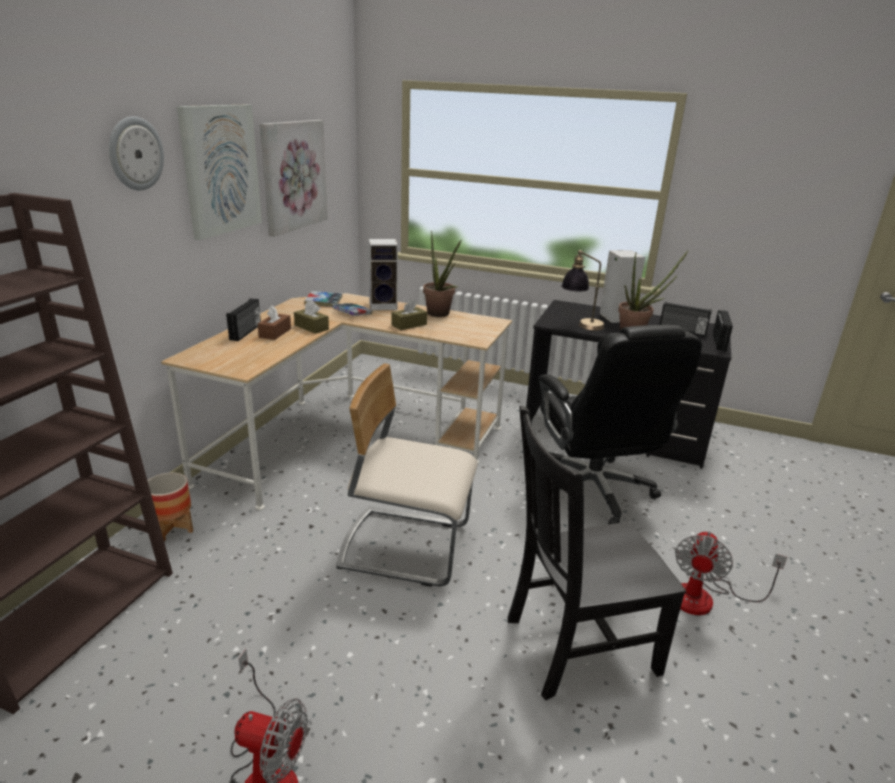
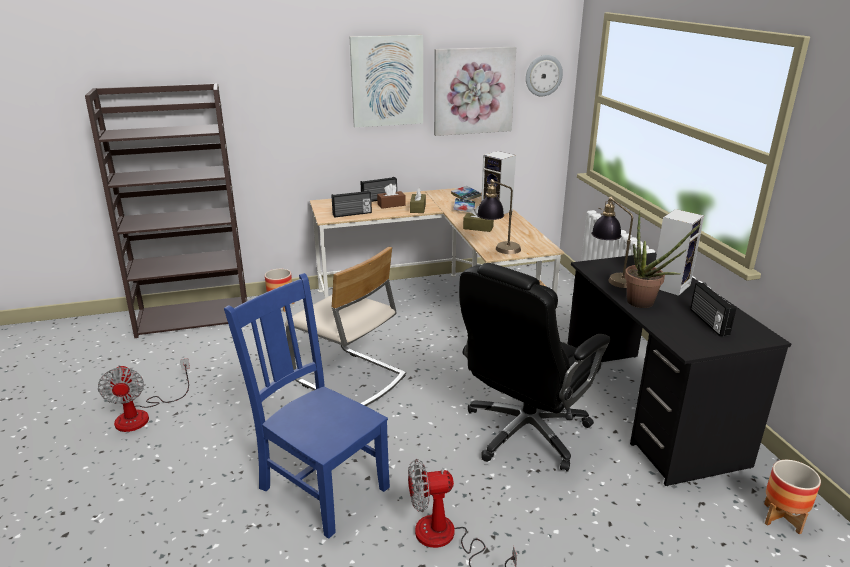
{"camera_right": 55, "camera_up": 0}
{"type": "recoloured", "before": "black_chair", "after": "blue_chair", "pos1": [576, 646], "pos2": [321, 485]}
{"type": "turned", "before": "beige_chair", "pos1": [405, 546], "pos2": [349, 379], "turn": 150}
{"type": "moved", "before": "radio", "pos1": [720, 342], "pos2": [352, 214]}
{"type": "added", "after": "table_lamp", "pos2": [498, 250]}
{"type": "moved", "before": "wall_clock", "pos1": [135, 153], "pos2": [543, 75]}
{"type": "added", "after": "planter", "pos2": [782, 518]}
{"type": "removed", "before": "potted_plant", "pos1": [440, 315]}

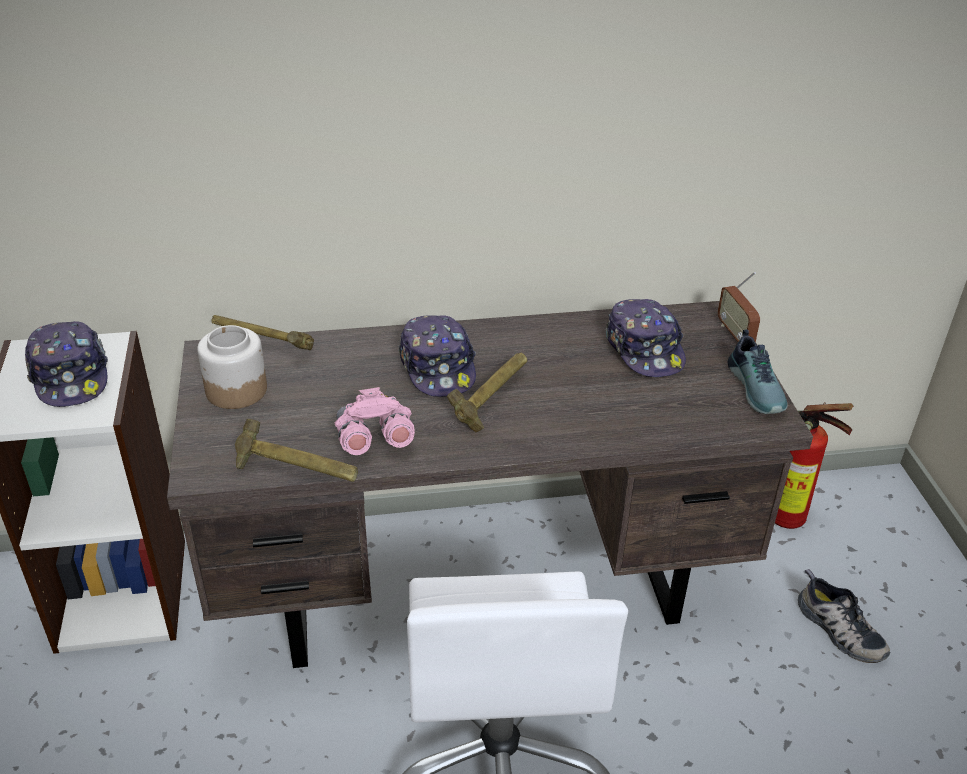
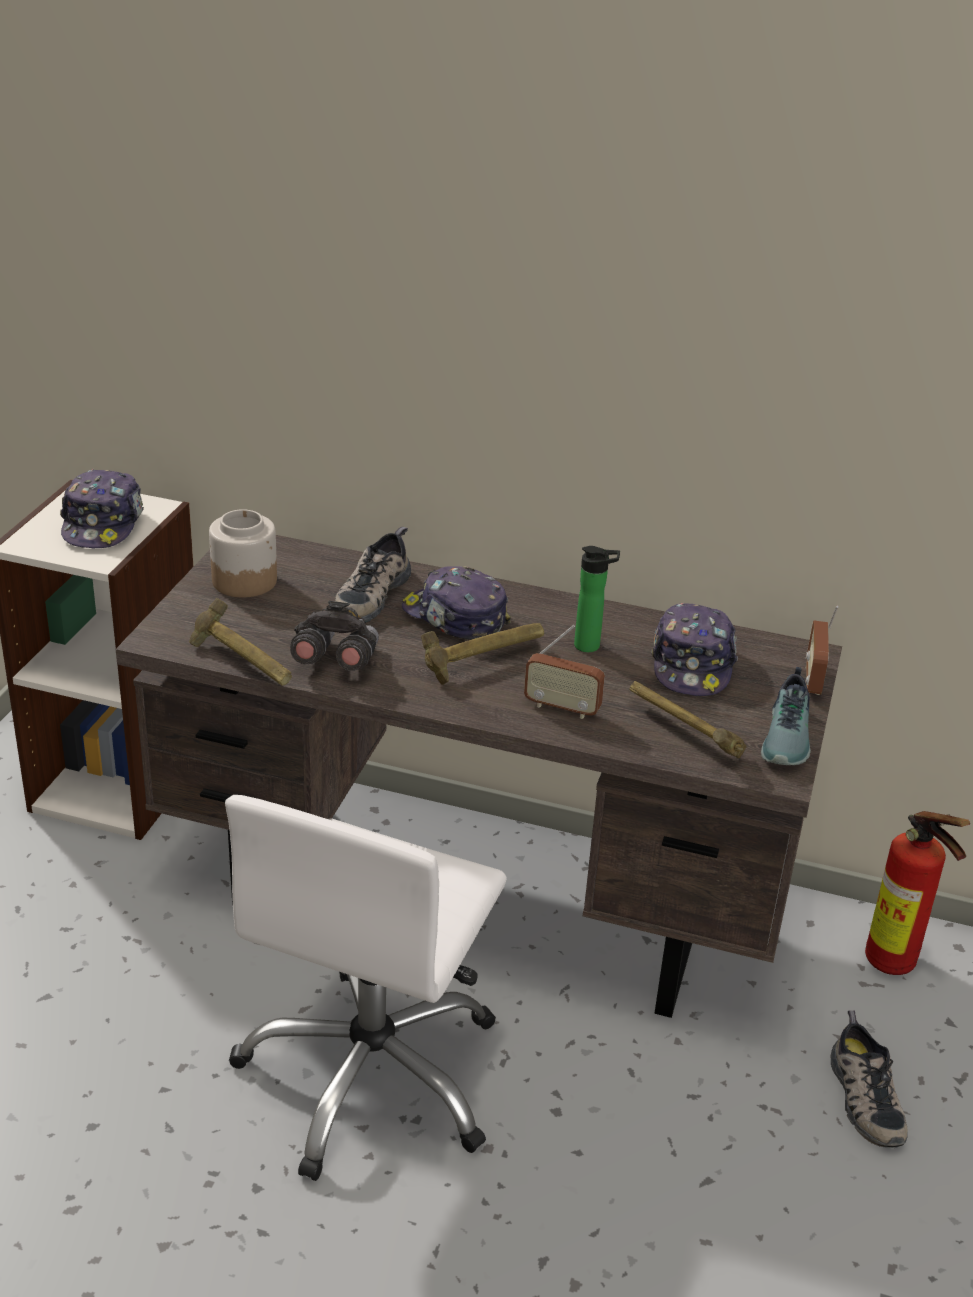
{"camera_right": 25, "camera_up": -5}
{"type": "recoloured", "before": "pink_binoculars", "after": "grey_binoculars", "pos1": [373, 441], "pos2": [335, 661]}
{"type": "added", "after": "shoe", "pos2": [370, 593]}
{"type": "turned", "before": "cap", "pos1": [438, 367], "pos2": [454, 617], "turn": 120}
{"type": "added", "after": "radio", "pos2": [562, 708]}
{"type": "added", "after": "bottle", "pos2": [591, 646]}
{"type": "moved", "before": "hammer", "pos1": [263, 344], "pos2": [683, 734]}

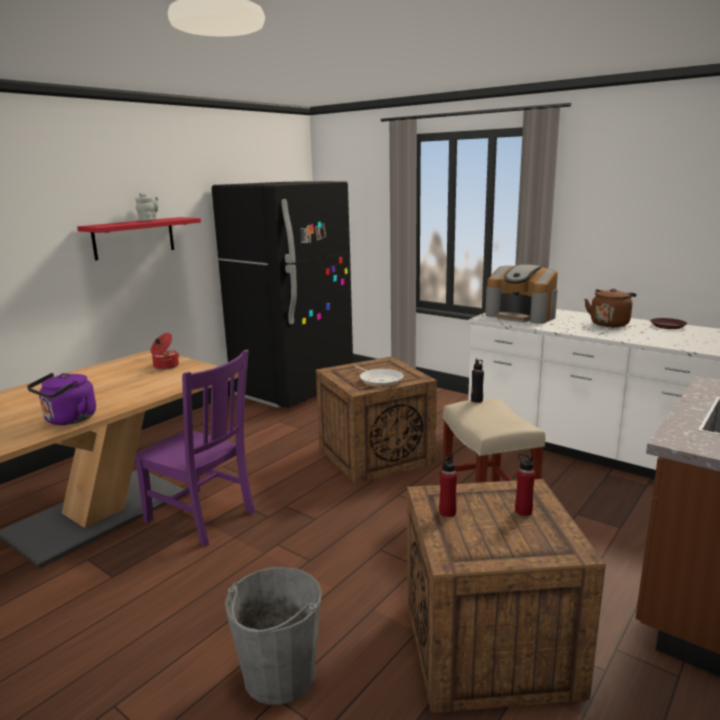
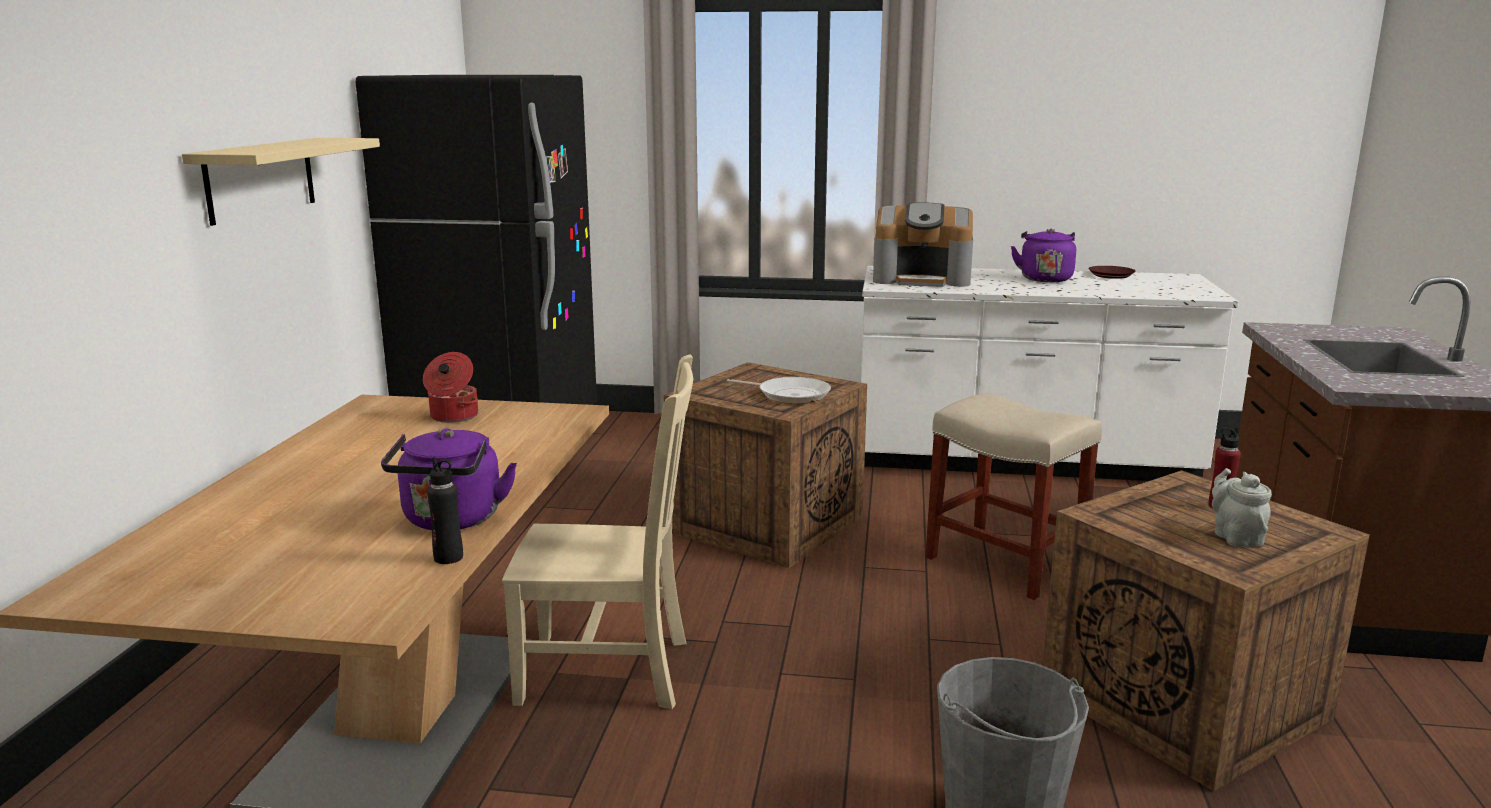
{"camera_right": -30, "camera_up": 0}
{"type": "recoloured", "before": "red_shelf", "after": "beige_shelf", "pos1": [134, 238], "pos2": [261, 179]}
{"type": "moved", "before": "black_bottle", "pos1": [476, 400], "pos2": [448, 558]}
{"type": "recoloured", "before": "purple_chair", "after": "beige_chair", "pos1": [202, 517], "pos2": [610, 671]}
{"type": "recoloured", "before": "brown_kettle", "after": "purple_kettle", "pos1": [609, 323], "pos2": [1045, 278]}
{"type": "moved", "before": "grey_teapot", "pos1": [149, 220], "pos2": [1235, 536]}
{"type": "removed", "before": "red_bottle", "pos1": [447, 512]}

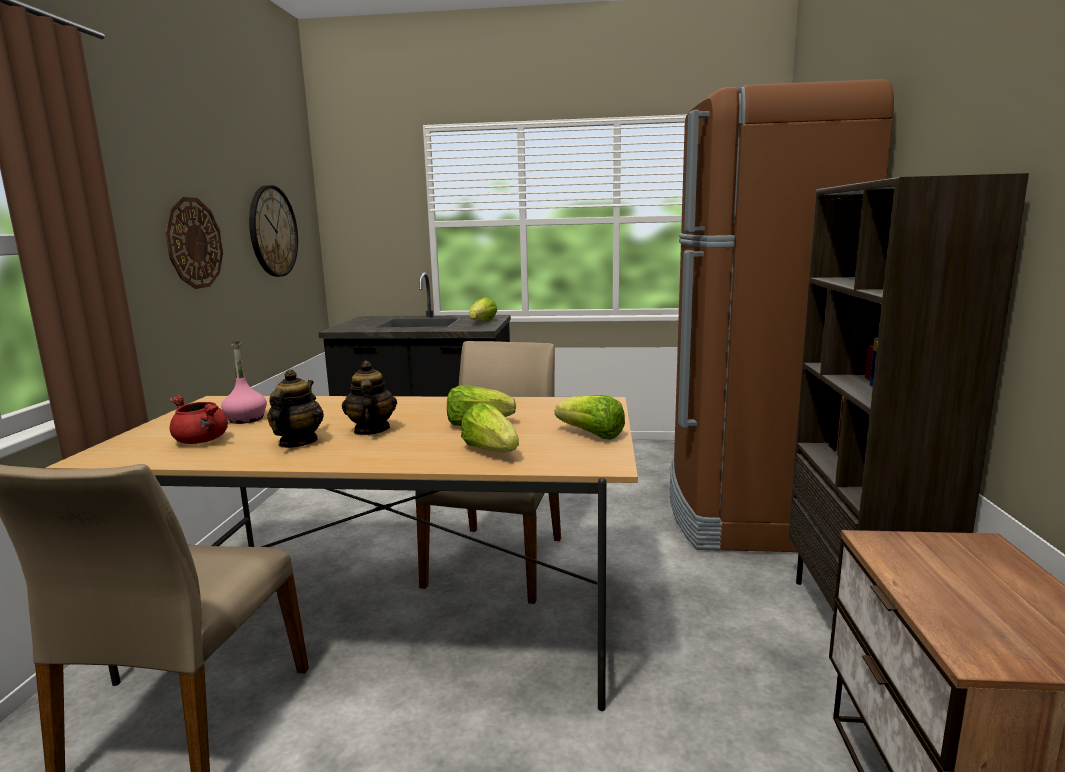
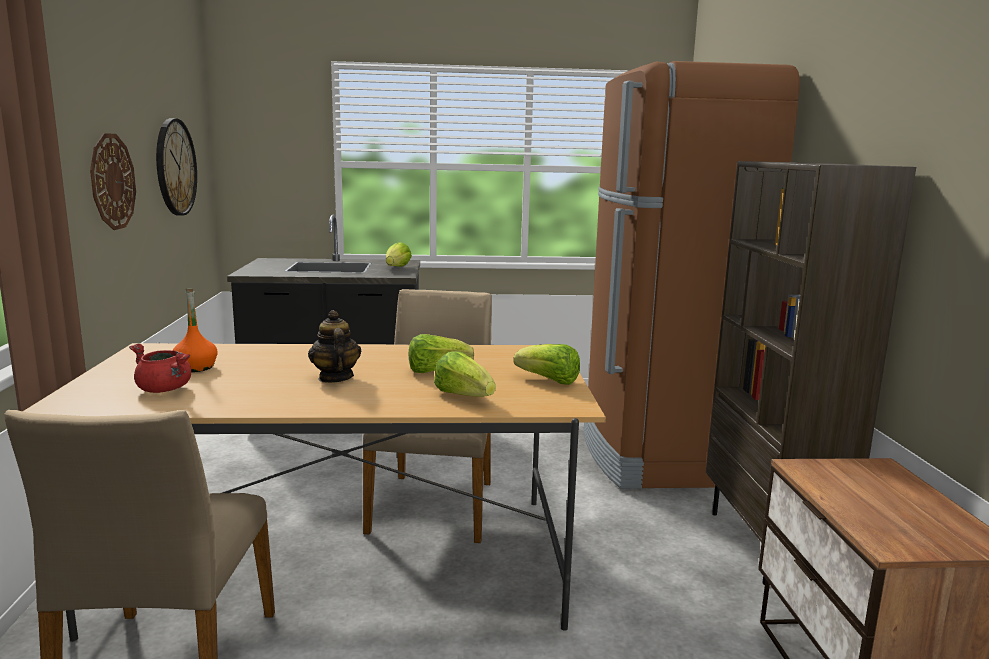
{"camera_right": -10, "camera_up": 0}
{"type": "recoloured", "before": "pink_bottle", "after": "orange_bottle", "pos1": [246, 419], "pos2": [196, 367]}
{"type": "removed", "before": "teapot", "pos1": [297, 443]}

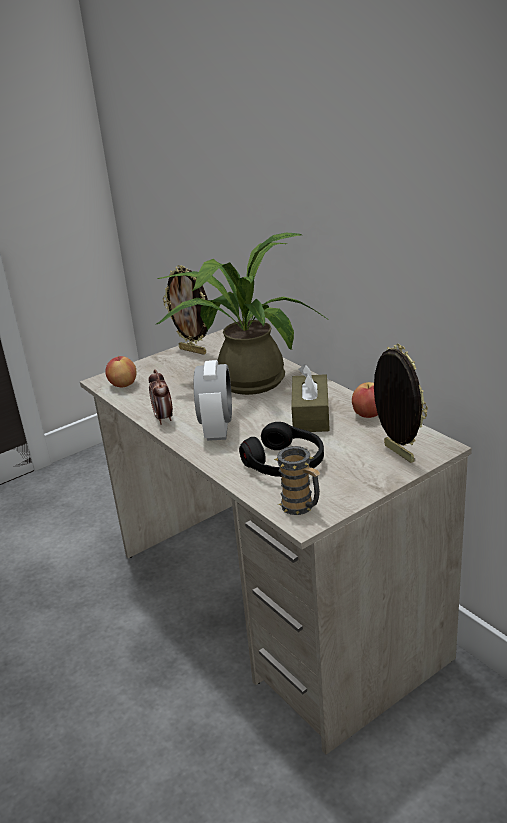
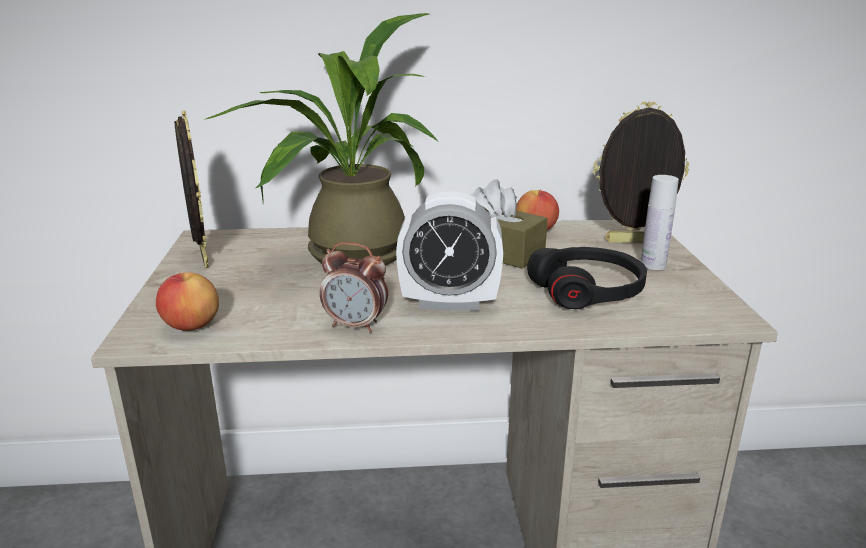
{"camera_right": -60, "camera_up": -5}
{"type": "turned", "before": "picture_frame", "pos1": [193, 351], "pos2": [201, 259], "turn": -90}
{"type": "turned", "before": "alarm_clock", "pos1": [217, 430], "pos2": [449, 303], "turn": 150}
{"type": "added", "after": "white_bottle", "pos2": [653, 265]}
{"type": "removed", "before": "mug", "pos1": [301, 507]}

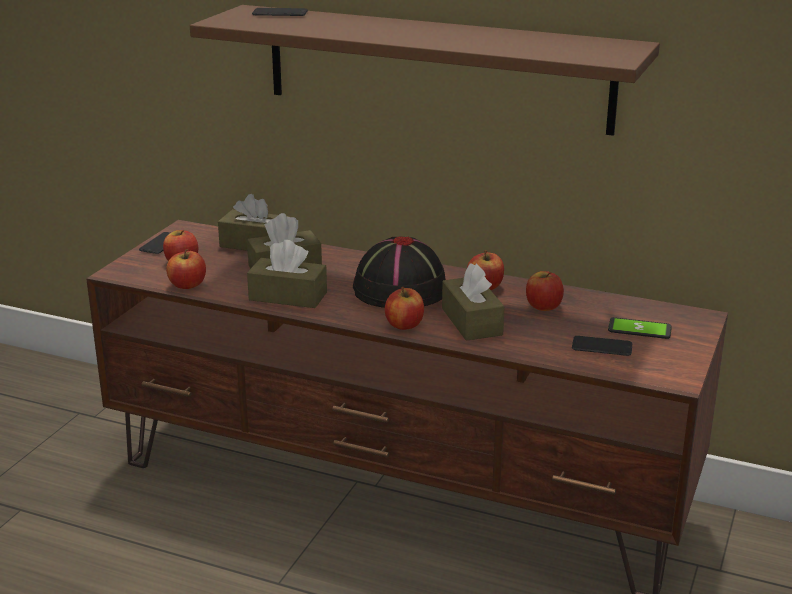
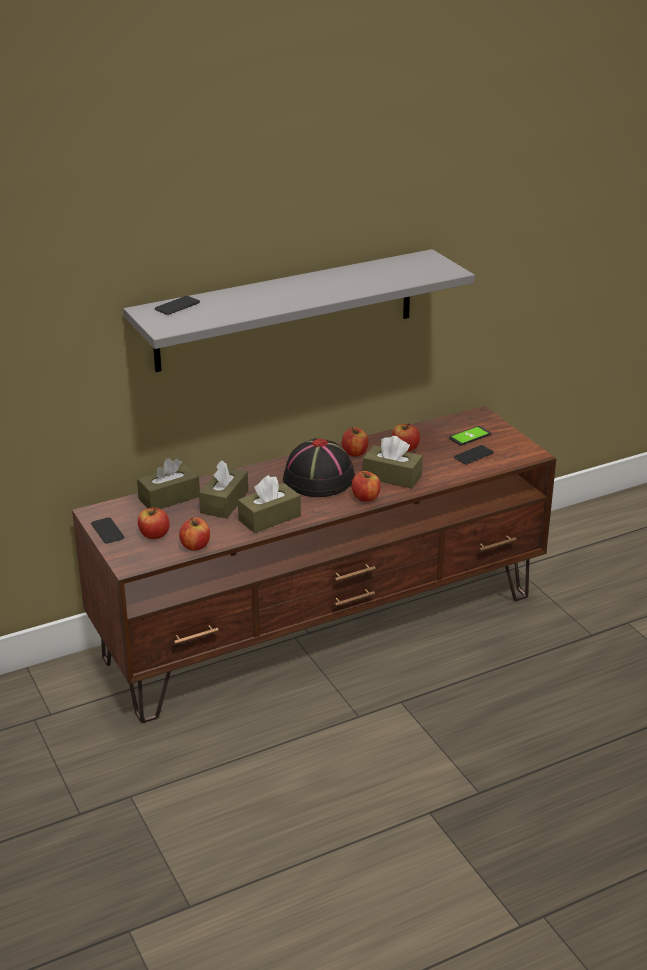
{"camera_right": -50, "camera_up": 5}
{"type": "recoloured", "before": "brown_shelf", "after": "grey_shelf", "pos1": [436, 68], "pos2": [286, 310]}

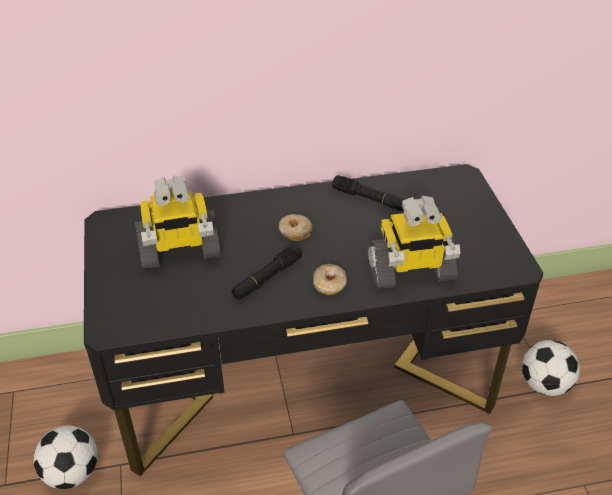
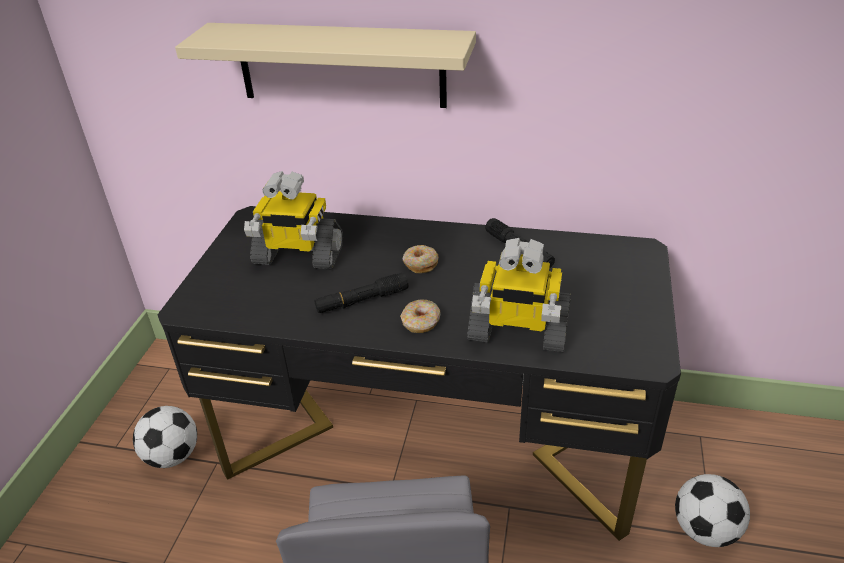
{"camera_right": 25, "camera_up": -5}
{"type": "added", "after": "beige_shelf", "pos2": [341, 65]}

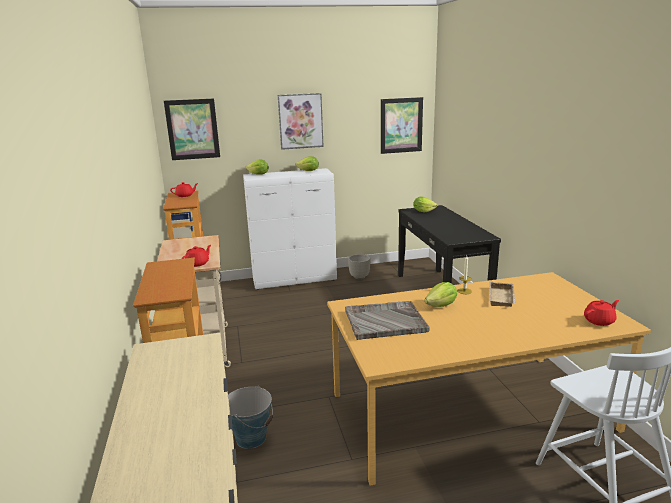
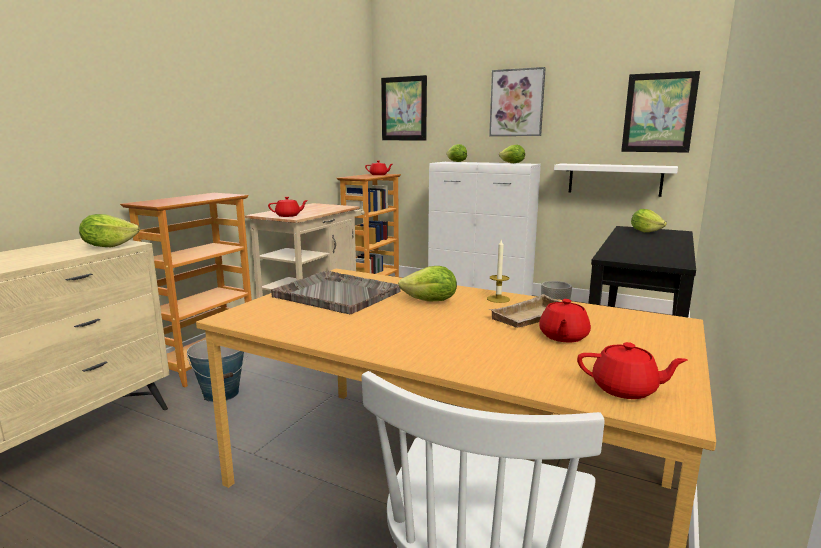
{"camera_right": 40, "camera_up": -5}
{"type": "added", "after": "lettuce", "pos2": [108, 246]}
{"type": "added", "after": "red_teapot", "pos2": [563, 337]}
{"type": "added", "after": "white_shelf", "pos2": [614, 179]}

